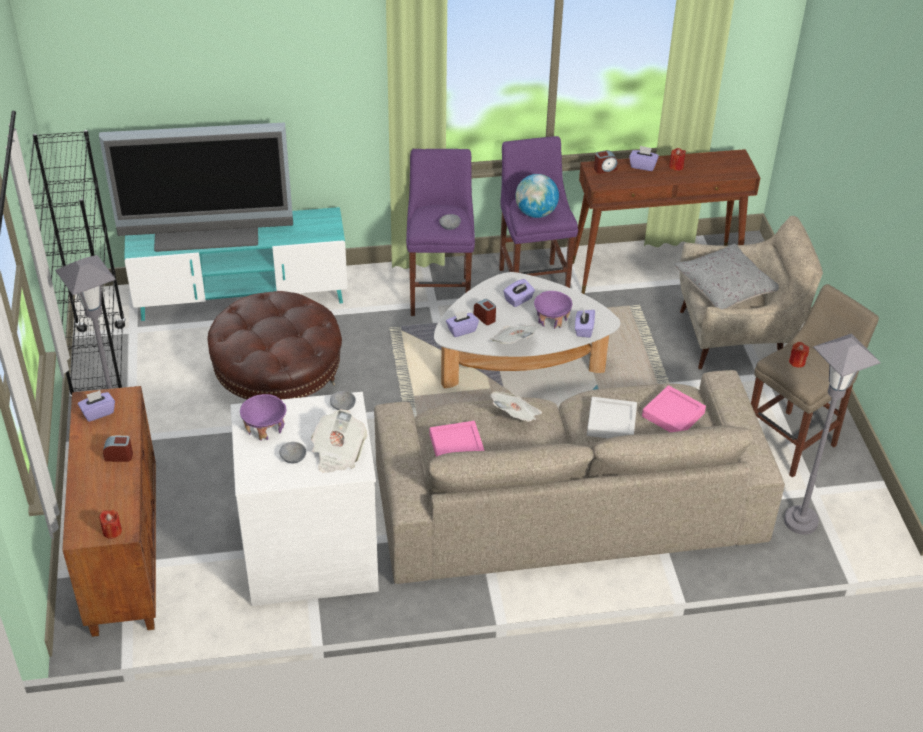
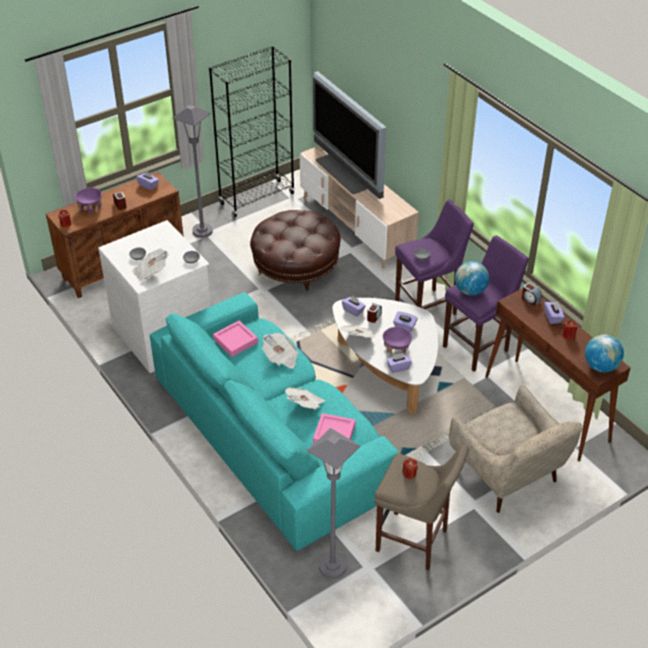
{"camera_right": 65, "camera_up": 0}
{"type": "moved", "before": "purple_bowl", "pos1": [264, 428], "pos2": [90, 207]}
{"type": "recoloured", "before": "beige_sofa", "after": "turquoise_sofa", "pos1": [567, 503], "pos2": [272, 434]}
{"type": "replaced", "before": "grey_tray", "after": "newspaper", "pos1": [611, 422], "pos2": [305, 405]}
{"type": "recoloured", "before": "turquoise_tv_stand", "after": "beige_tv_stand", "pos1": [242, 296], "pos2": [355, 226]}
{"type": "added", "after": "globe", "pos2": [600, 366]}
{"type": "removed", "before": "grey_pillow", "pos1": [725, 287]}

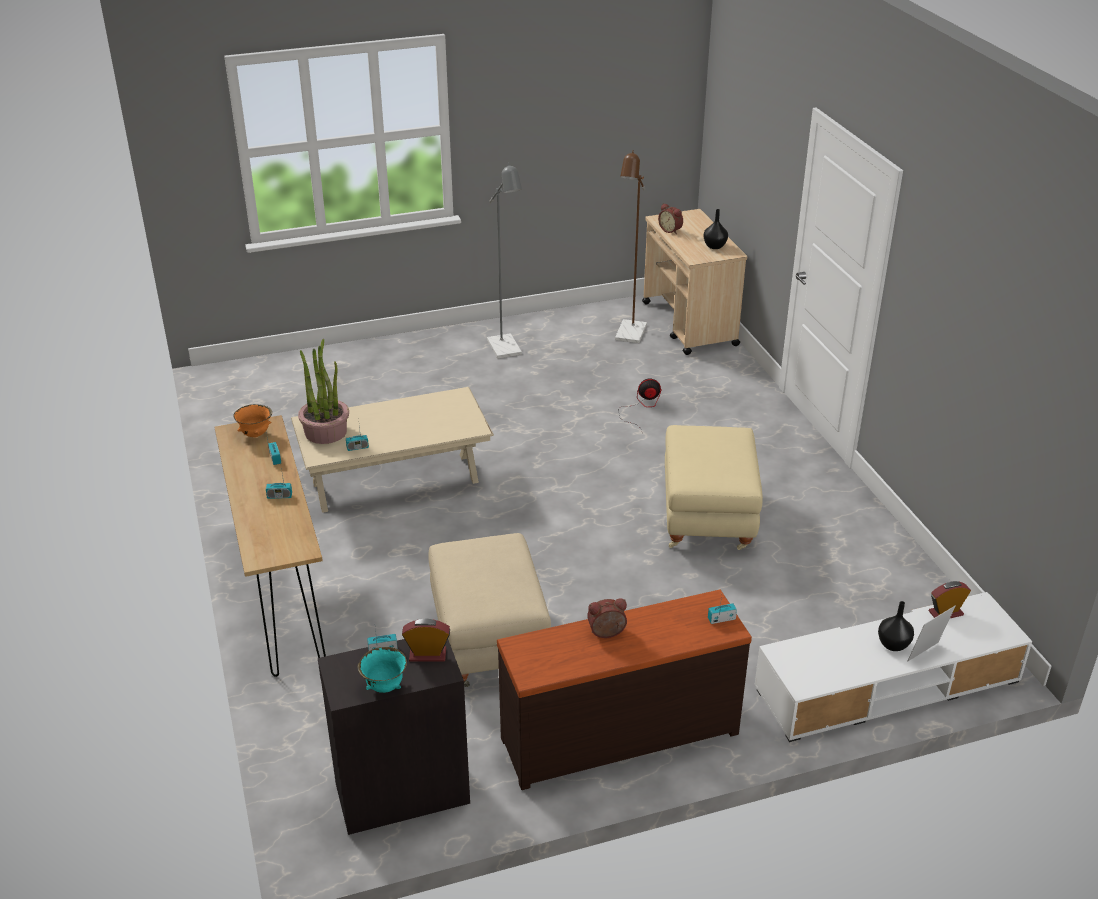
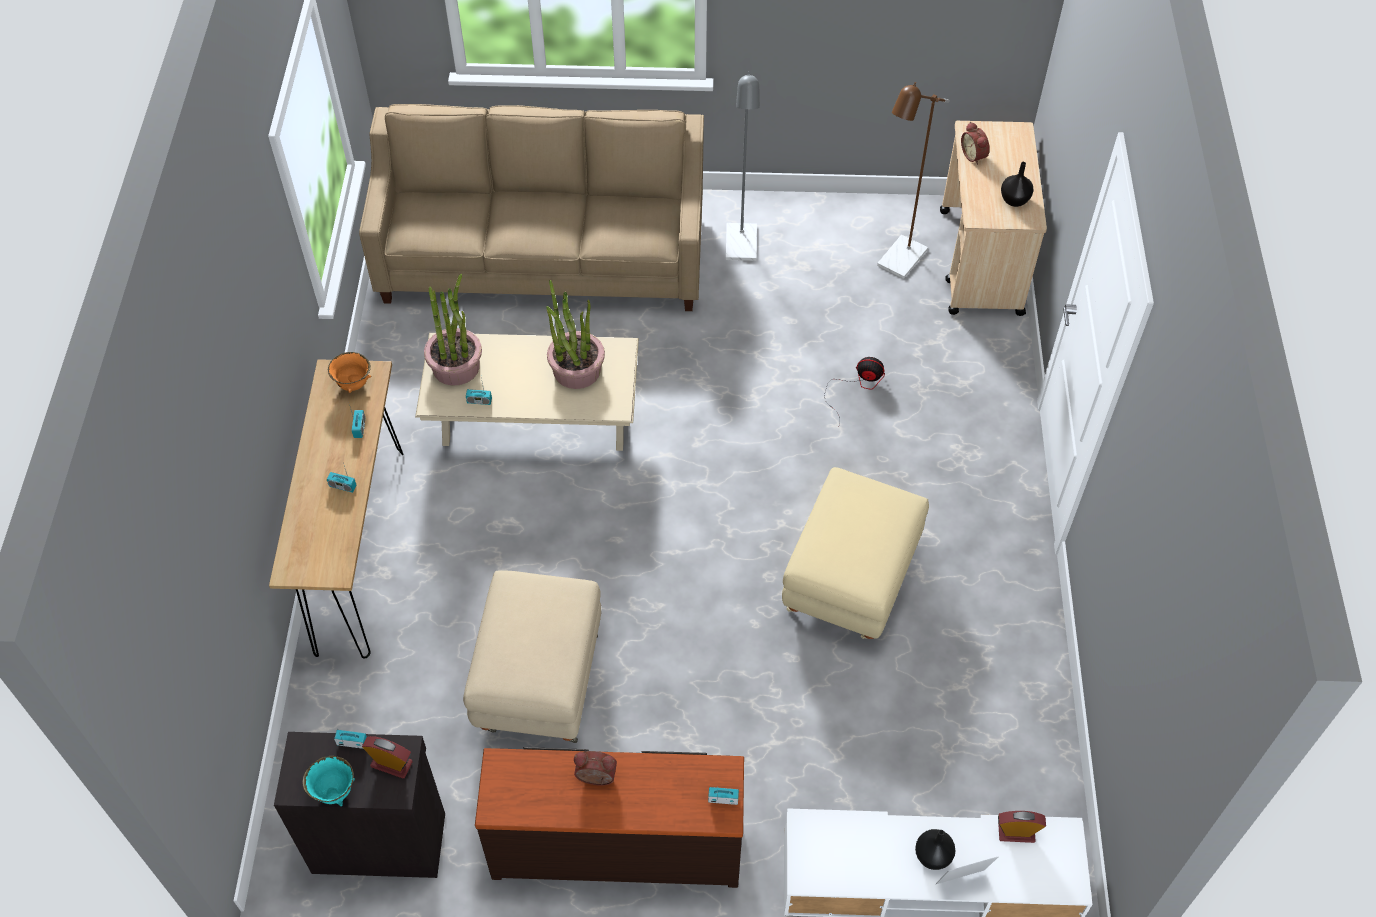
{"camera_right": 20, "camera_up": 20}
{"type": "added", "after": "beige_sofa", "pos2": [544, 257]}
{"type": "added", "after": "potted_plant", "pos2": [576, 369]}

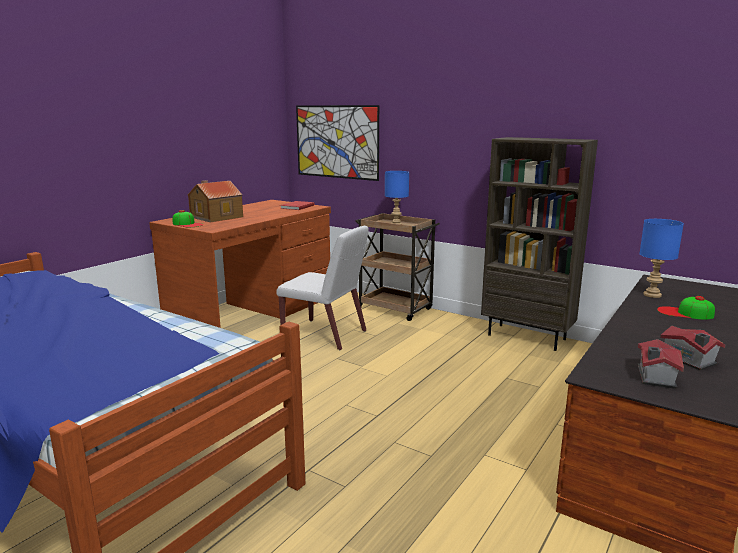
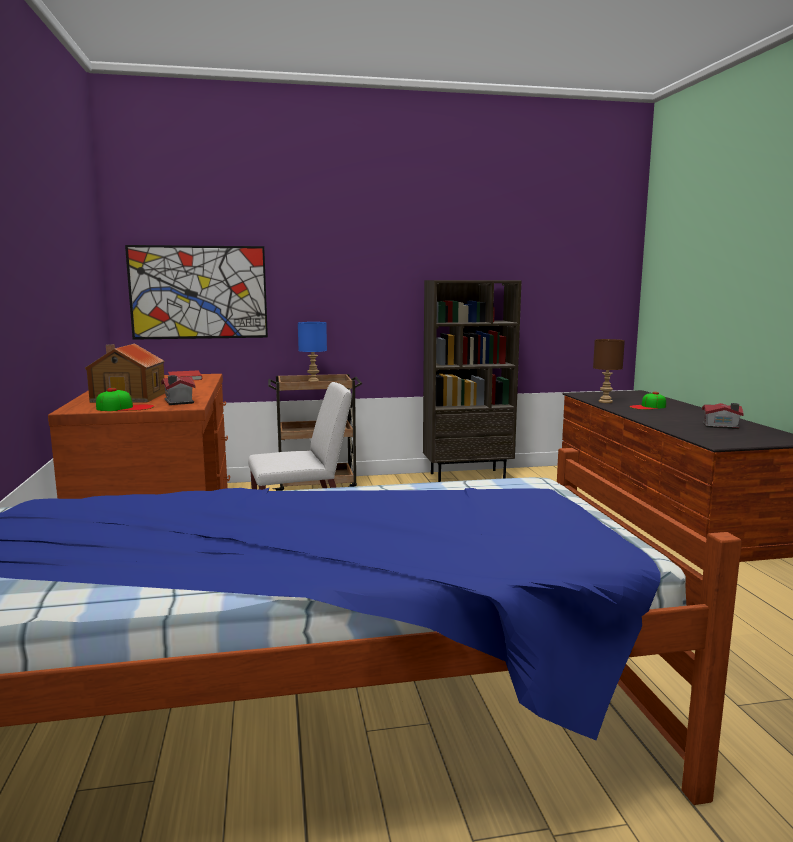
{"camera_right": -45, "camera_up": -5}
{"type": "moved", "before": "toy_house", "pos1": [654, 377], "pos2": [178, 401]}
{"type": "recoloured", "before": "blue_table_lamp", "after": "brown_table_lamp", "pos1": [651, 295], "pos2": [605, 402]}

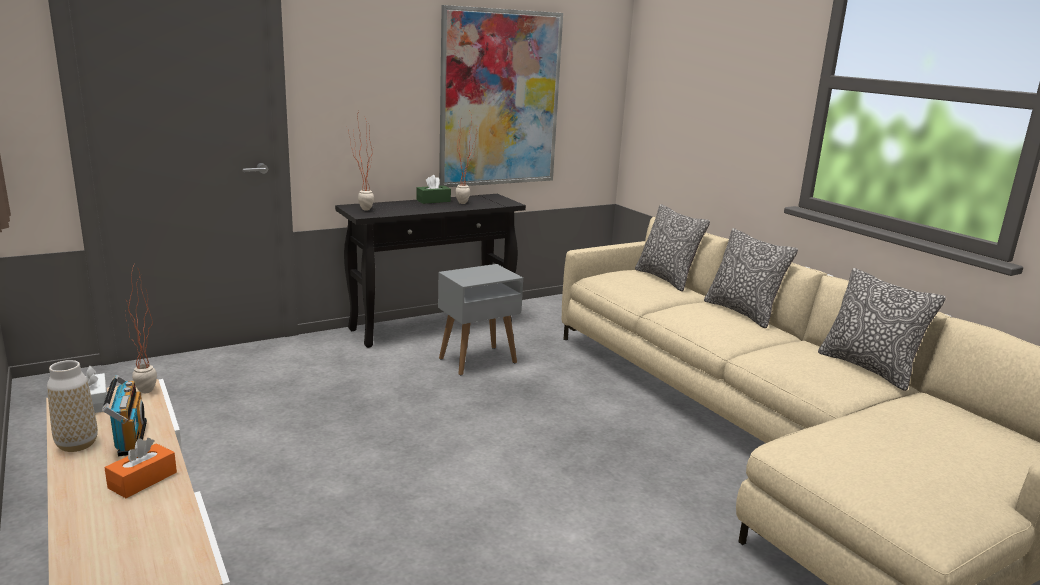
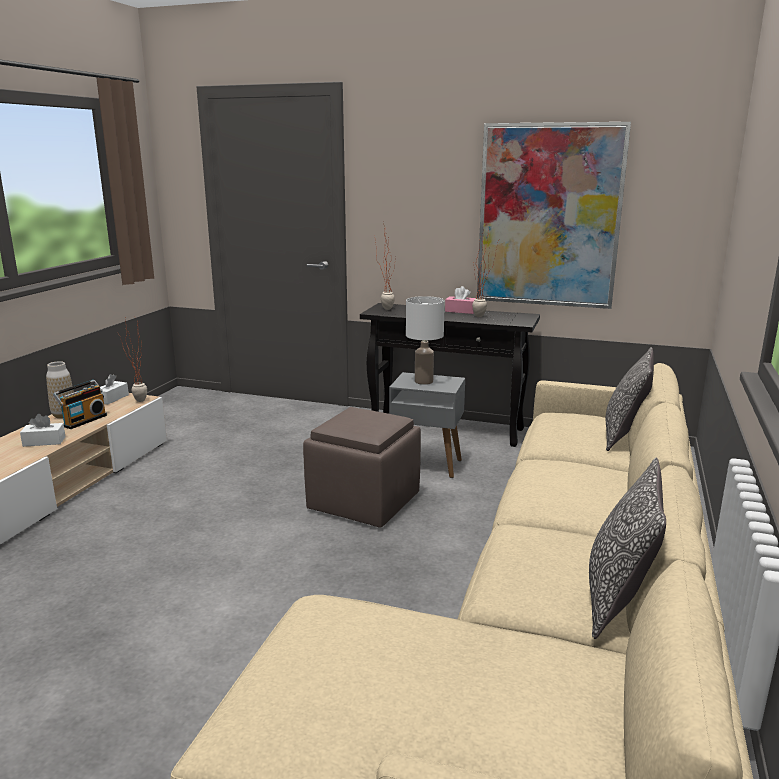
{"camera_right": 50, "camera_up": 0}
{"type": "recoloured", "before": "orange_tissue_box", "after": "white_tissue_box", "pos1": [142, 480], "pos2": [44, 441]}
{"type": "added", "after": "brown_ottoman", "pos2": [362, 502]}
{"type": "added", "after": "white_table_lamp", "pos2": [424, 381]}
{"type": "recoloured", "before": "green_tissue_box", "after": "pink_tissue_box", "pos1": [433, 201], "pos2": [461, 311]}
{"type": "removed", "before": "pillow", "pos1": [742, 312]}

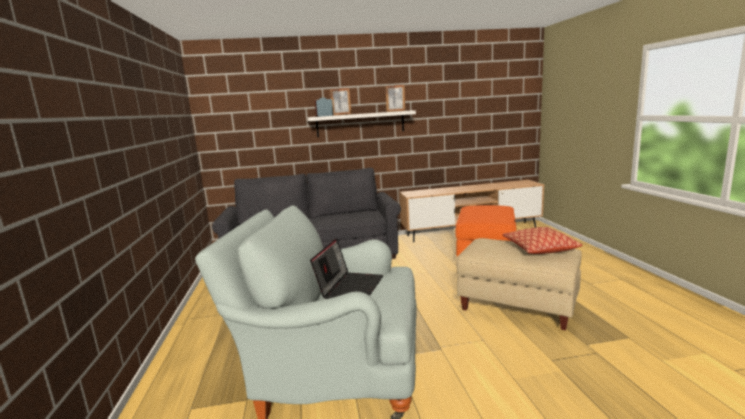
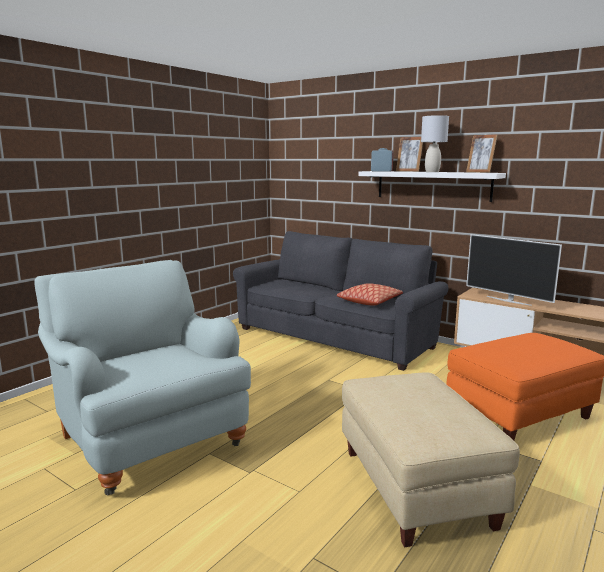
{"camera_right": 45, "camera_up": 0}
{"type": "moved", "before": "pillow", "pos1": [539, 248], "pos2": [369, 301]}
{"type": "added", "after": "grey_table_lamp", "pos2": [432, 172]}
{"type": "added", "after": "television", "pos2": [508, 300]}
{"type": "removed", "before": "laptop", "pos1": [350, 287]}

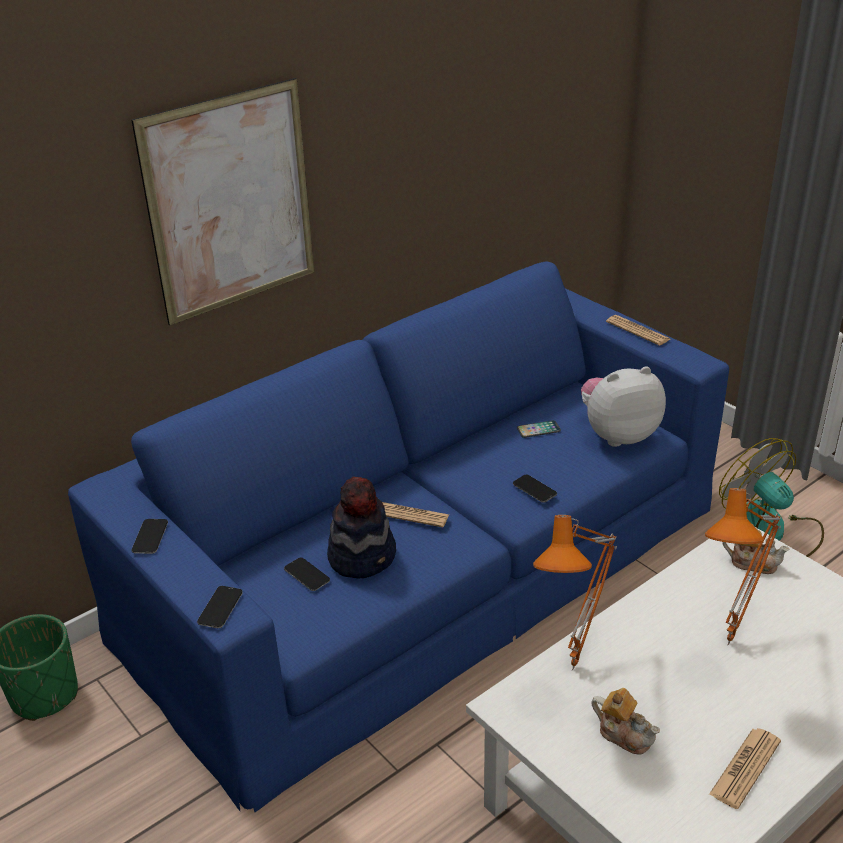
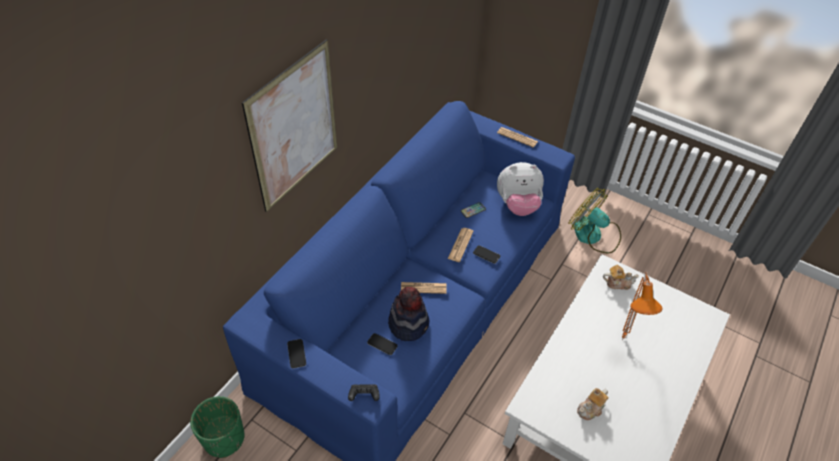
{"camera_right": -20, "camera_up": 15}
{"type": "replaced", "before": "phone", "after": "black_game_controller", "pos1": [220, 608], "pos2": [364, 396]}
{"type": "moved", "before": "newspaper", "pos1": [745, 768], "pos2": [460, 245]}
{"type": "turned", "before": "plush_toy", "pos1": [618, 434], "pos2": [517, 205], "turn": -150}
{"type": "turned", "before": "teapot", "pos1": [624, 734], "pos2": [591, 409], "turn": 120}
{"type": "removed", "before": "orange_table_lamp", "pos1": [578, 669]}

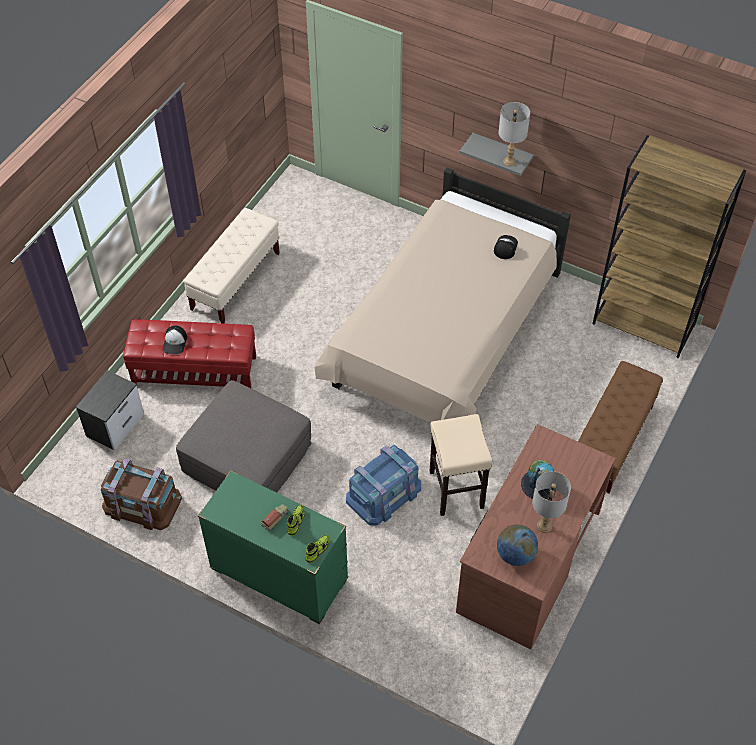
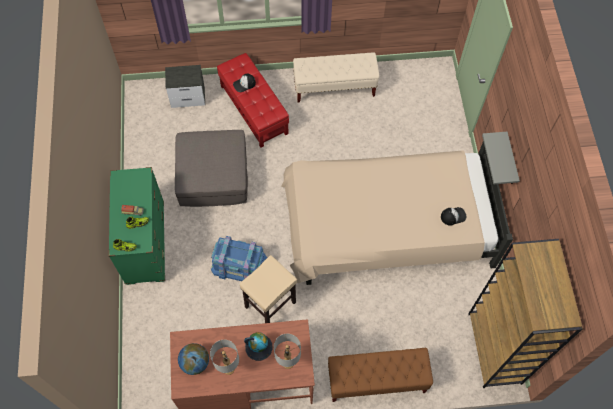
{"camera_right": 55, "camera_up": 10}
{"type": "moved", "before": "grey_table_lamp", "pos1": [509, 161], "pos2": [287, 362]}
{"type": "removed", "before": "brown_storage_box", "pos1": [142, 502]}

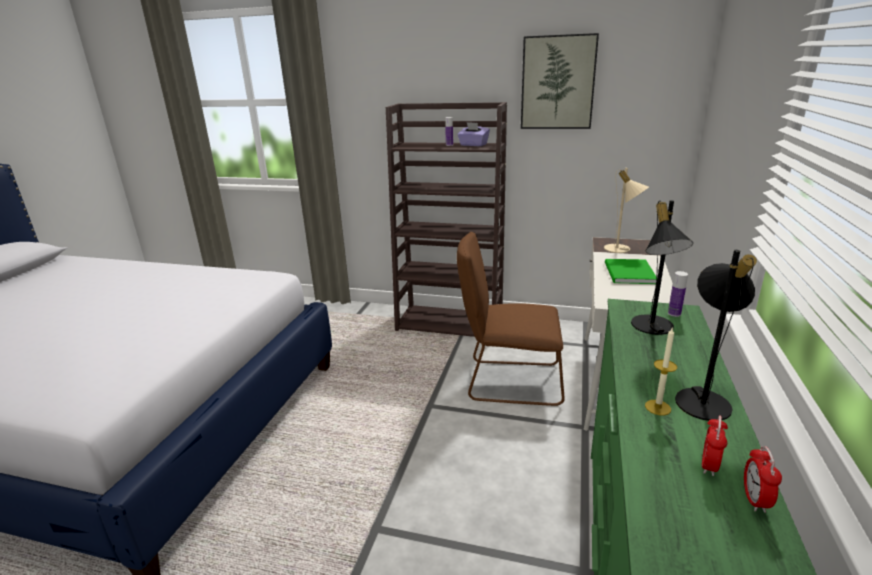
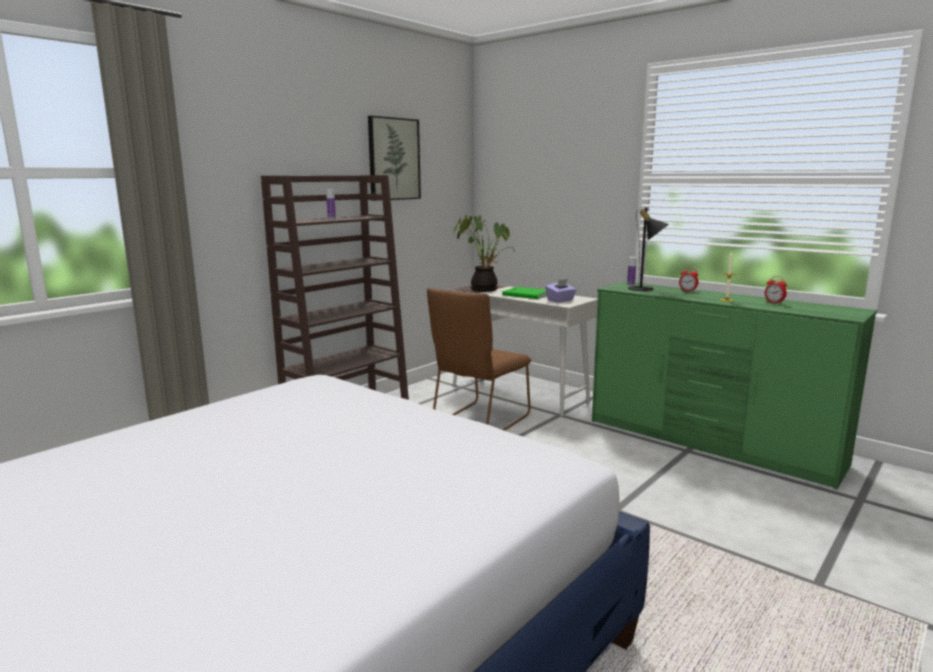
{"camera_right": -65, "camera_up": -10}
{"type": "replaced", "before": "beige_table_lamp", "after": "potted_plant", "pos1": [621, 250], "pos2": [485, 289]}
{"type": "moved", "before": "purple_tissue_box", "pos1": [473, 145], "pos2": [560, 300]}
{"type": "moved", "before": "alarm_clock", "pos1": [754, 500], "pos2": [687, 291]}
{"type": "removed", "before": "black_table_lamp", "pos1": [703, 398]}

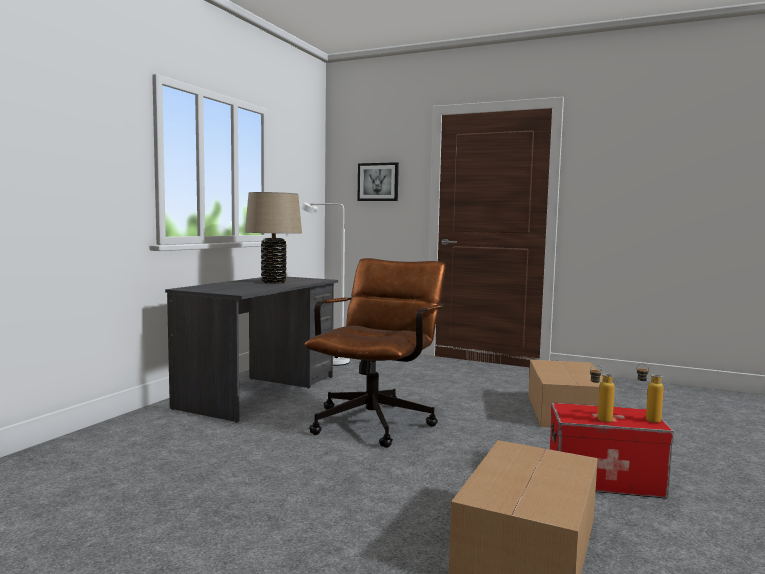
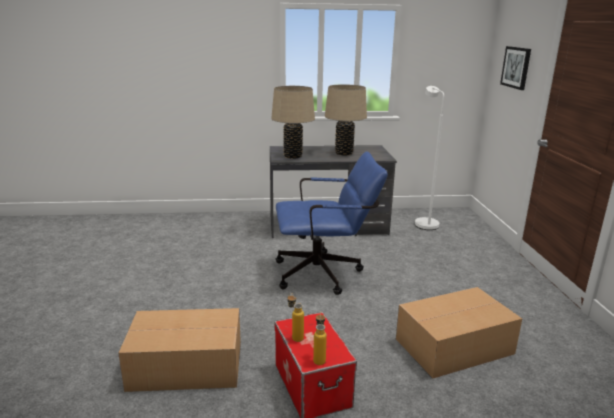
{"camera_right": 60, "camera_up": 15}
{"type": "added", "after": "beige_table_lamp", "pos2": [293, 156]}
{"type": "recoloured", "before": "brown_office_chair", "after": "blue_office_chair", "pos1": [377, 420], "pos2": [325, 273]}

